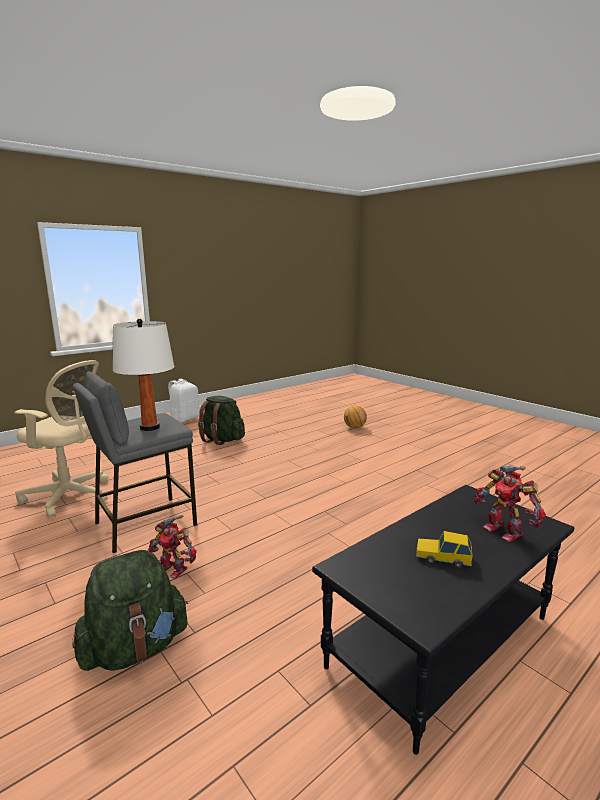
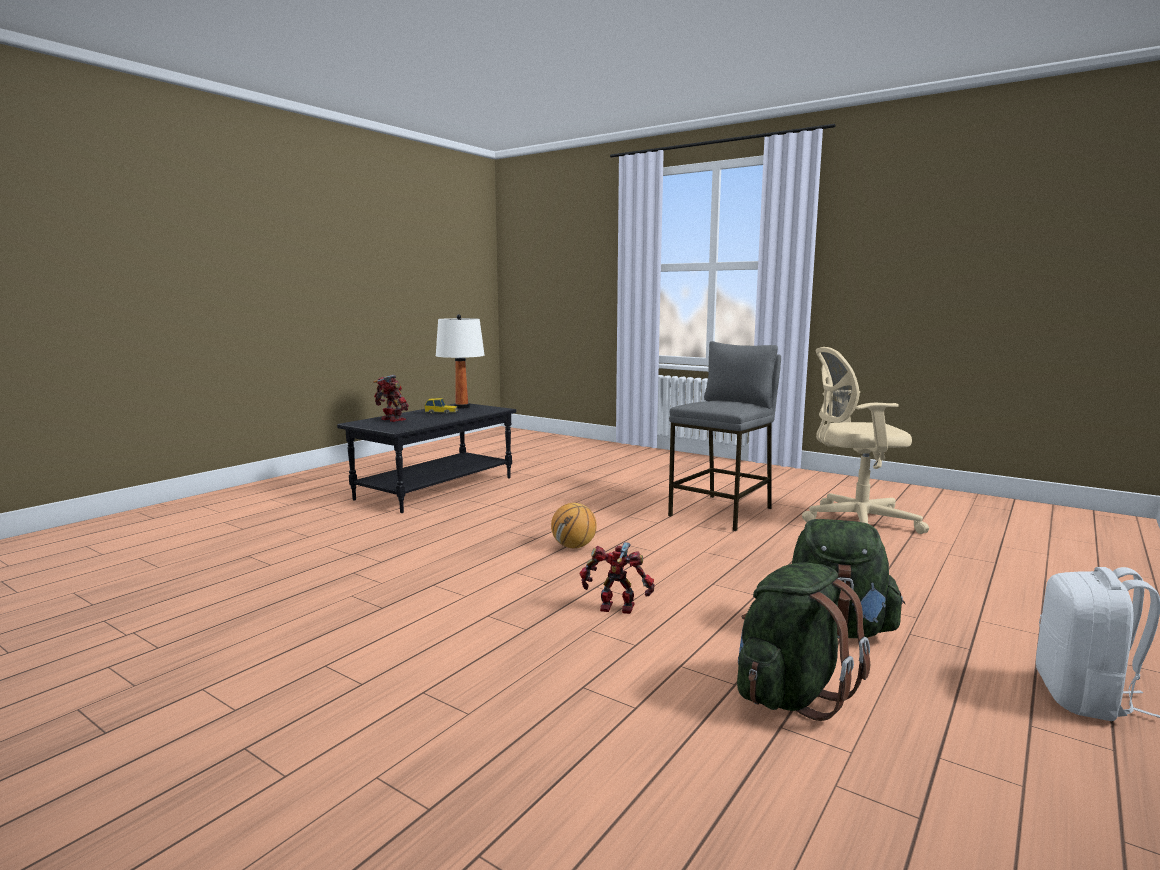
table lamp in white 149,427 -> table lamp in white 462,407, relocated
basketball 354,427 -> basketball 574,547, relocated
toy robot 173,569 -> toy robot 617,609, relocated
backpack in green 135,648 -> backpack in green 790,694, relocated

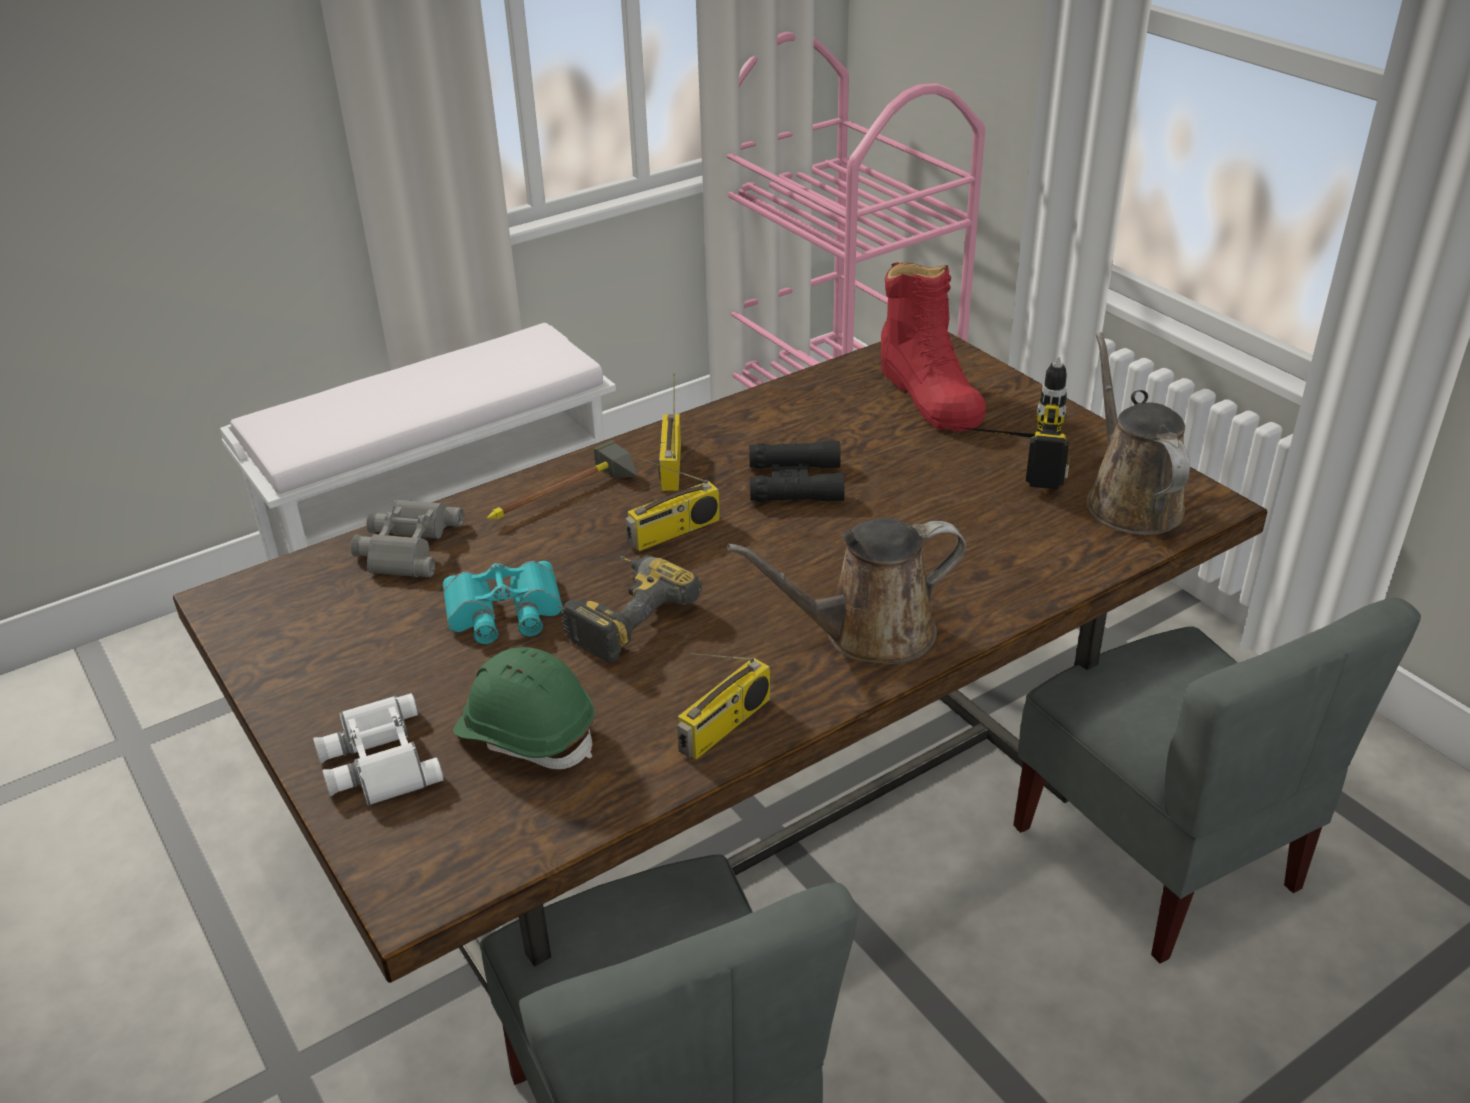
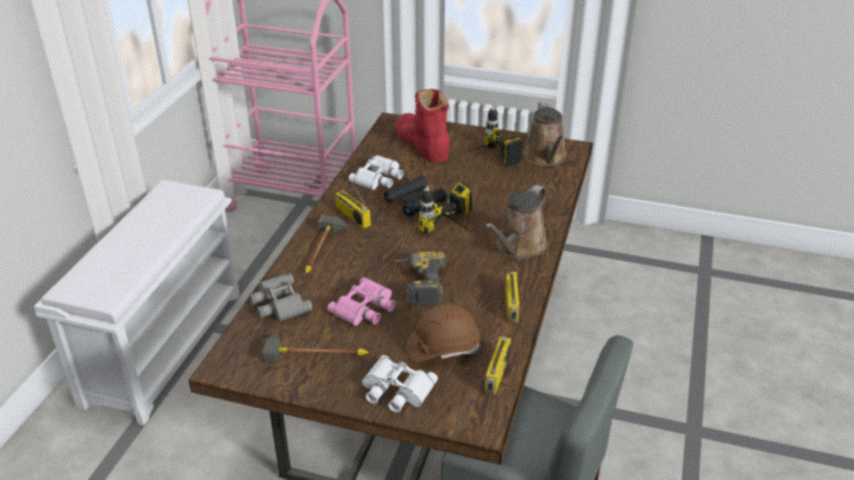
none -> hammer 318,351
binoculars in turquoise 503,612 -> binoculars in pink 365,308
none -> binoculars in white 379,178
boot in red 929,395 -> boot in red 421,144, 150 degrees counterclockwise
hard hat in green 526,734 -> hard hat in brown 442,347
none -> power drill 456,231
radio 674,532 -> radio 498,374, relocated
watering can in brown 1129,501 -> watering can in brown 546,157, 135 degrees counterclockwise
chair in grey 1159,857 -> none

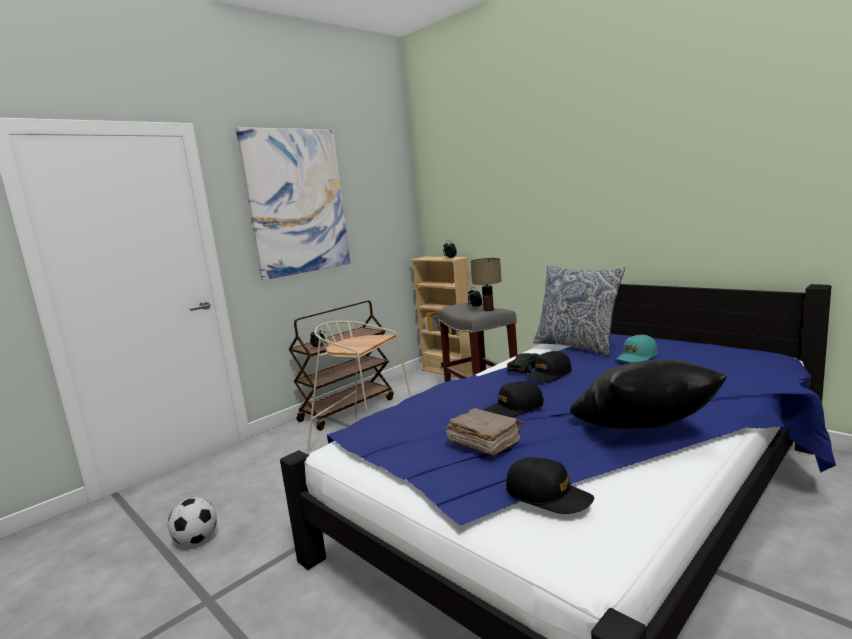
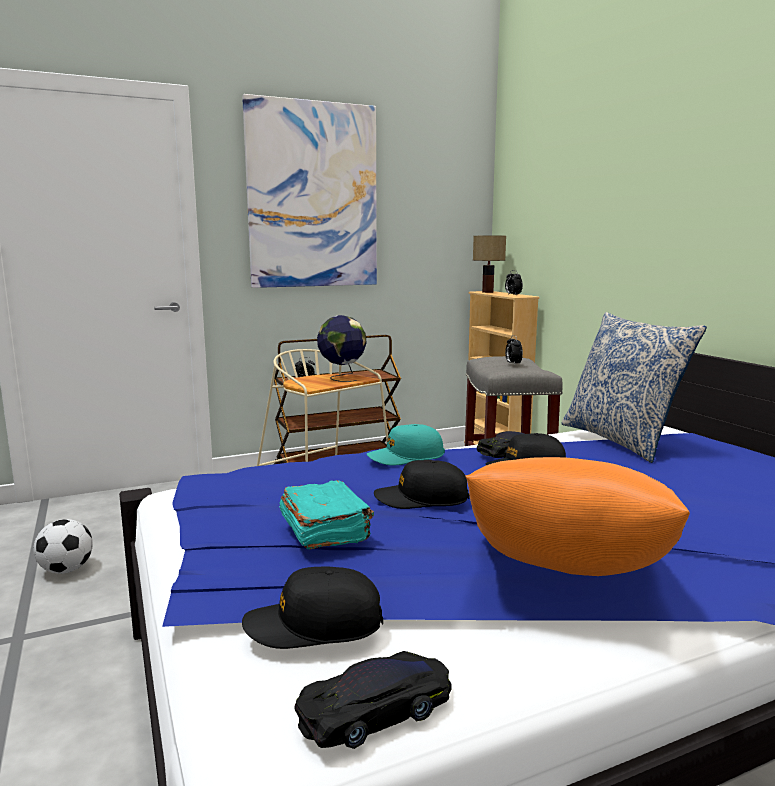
cap in black 548,496 -> cap in black 314,625, 120 degrees clockwise
book in brown 483,442 -> book in turquoise 325,530
none -> toy car in black 377,709
none -> globe 342,377
cap in turquoise 637,357 -> cap in turquoise 406,457, relocated
pillow in black 643,433 -> pillow in orange 563,580
table lamp 489,310 -> table lamp 488,292, relocated

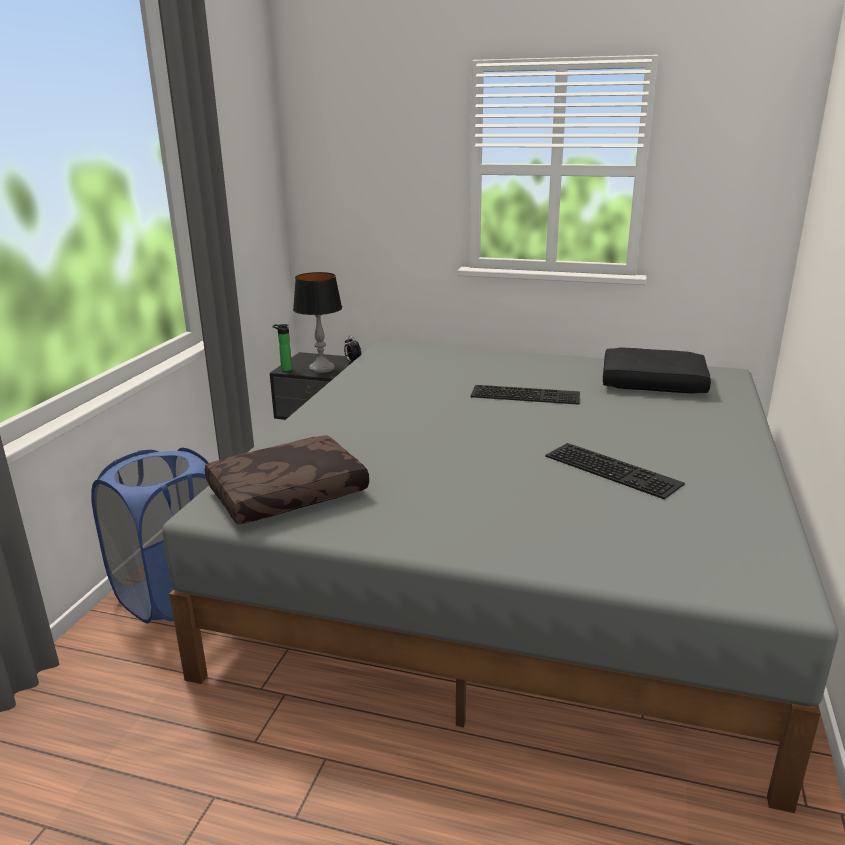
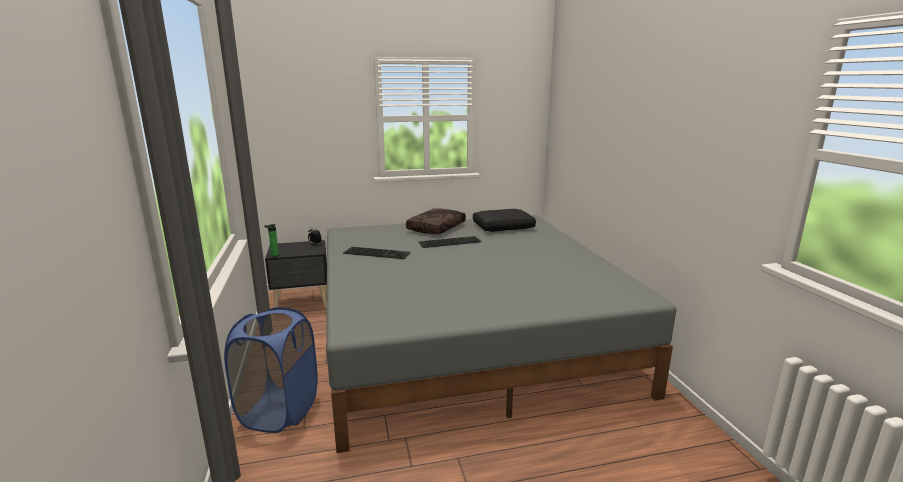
keyboard 614,469 -> keyboard 378,252, relocated
pillow in brown 287,495 -> pillow in brown 437,228, relocated
table lamp 321,368 -> none

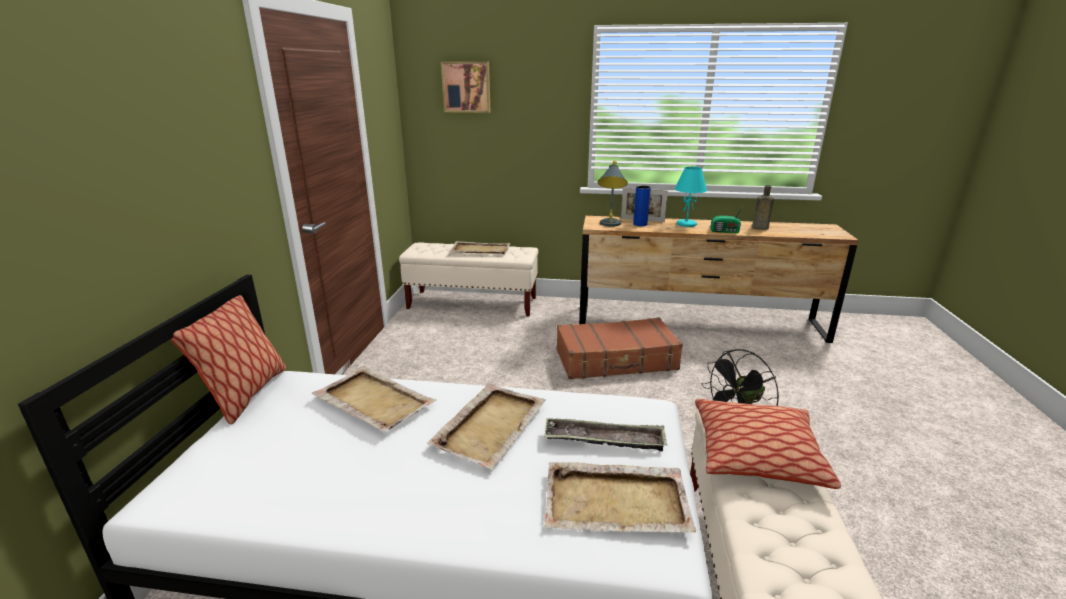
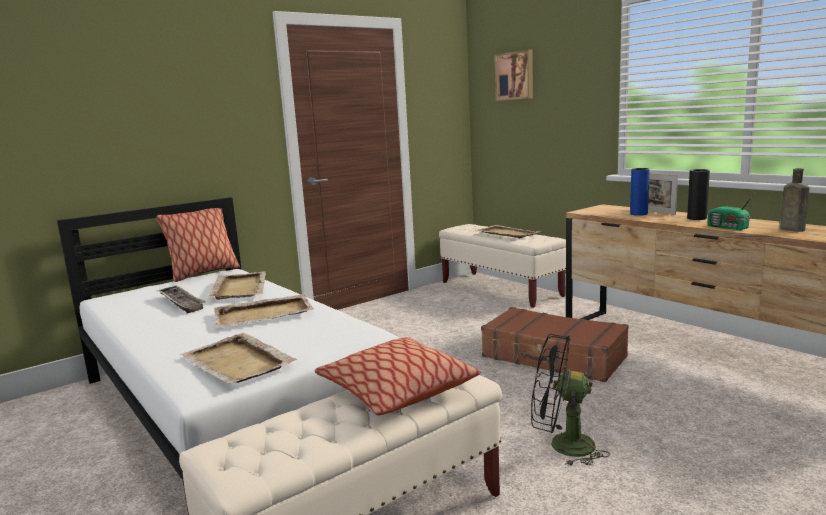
tray 604,440 -> tray 181,303, relocated
table lamp in turquoise 686,224 -> vase in black 696,218
table lamp in grey 609,225 -> none

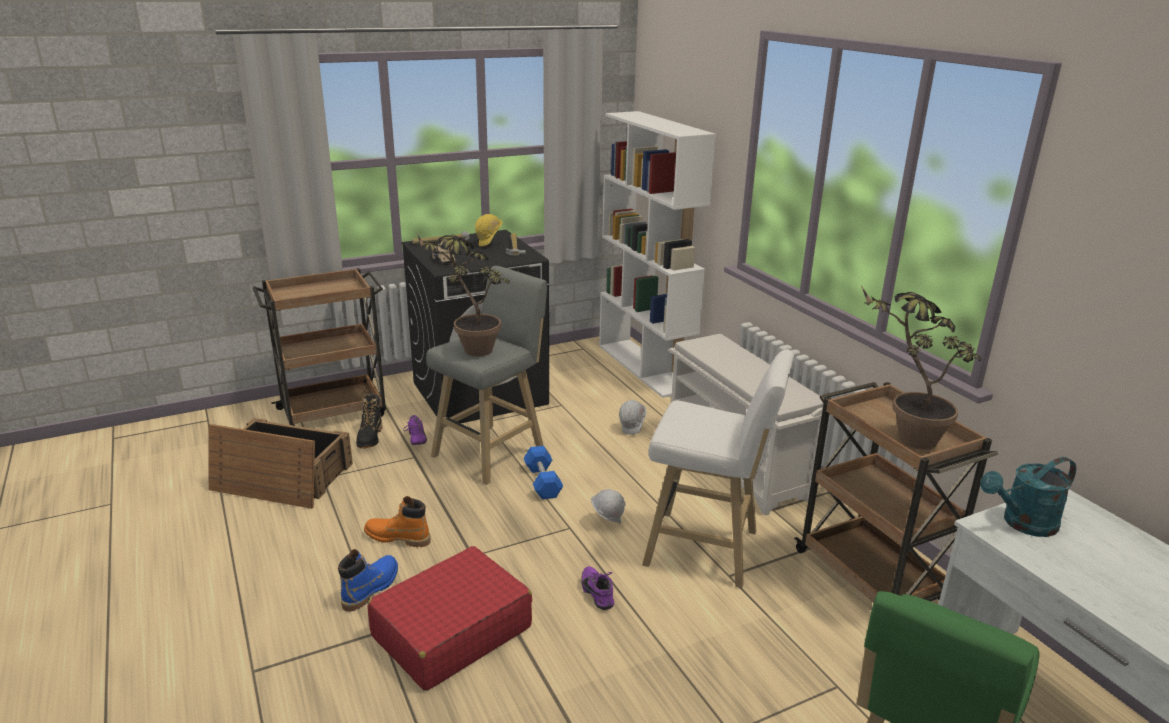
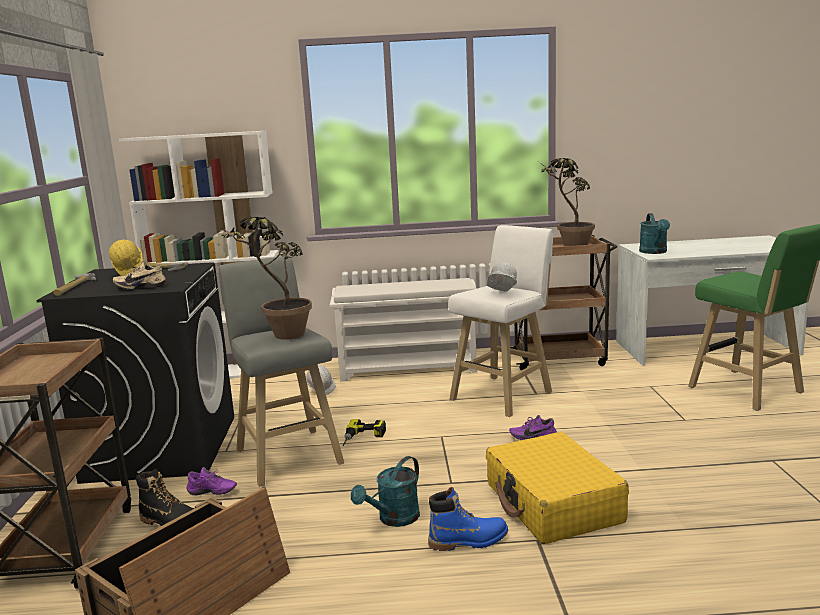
dumbbell in blue 542,482 -> power drill 363,438
boot in orange 397,538 -> watering can in turquoise 393,519
boot in blue 371,588 -> boot in blue 468,541, 120 degrees clockwise
suitcase in red 451,632 -> suitcase in yellow 553,503
hard hat in white 607,521 -> hard hat in white 501,294, relocated

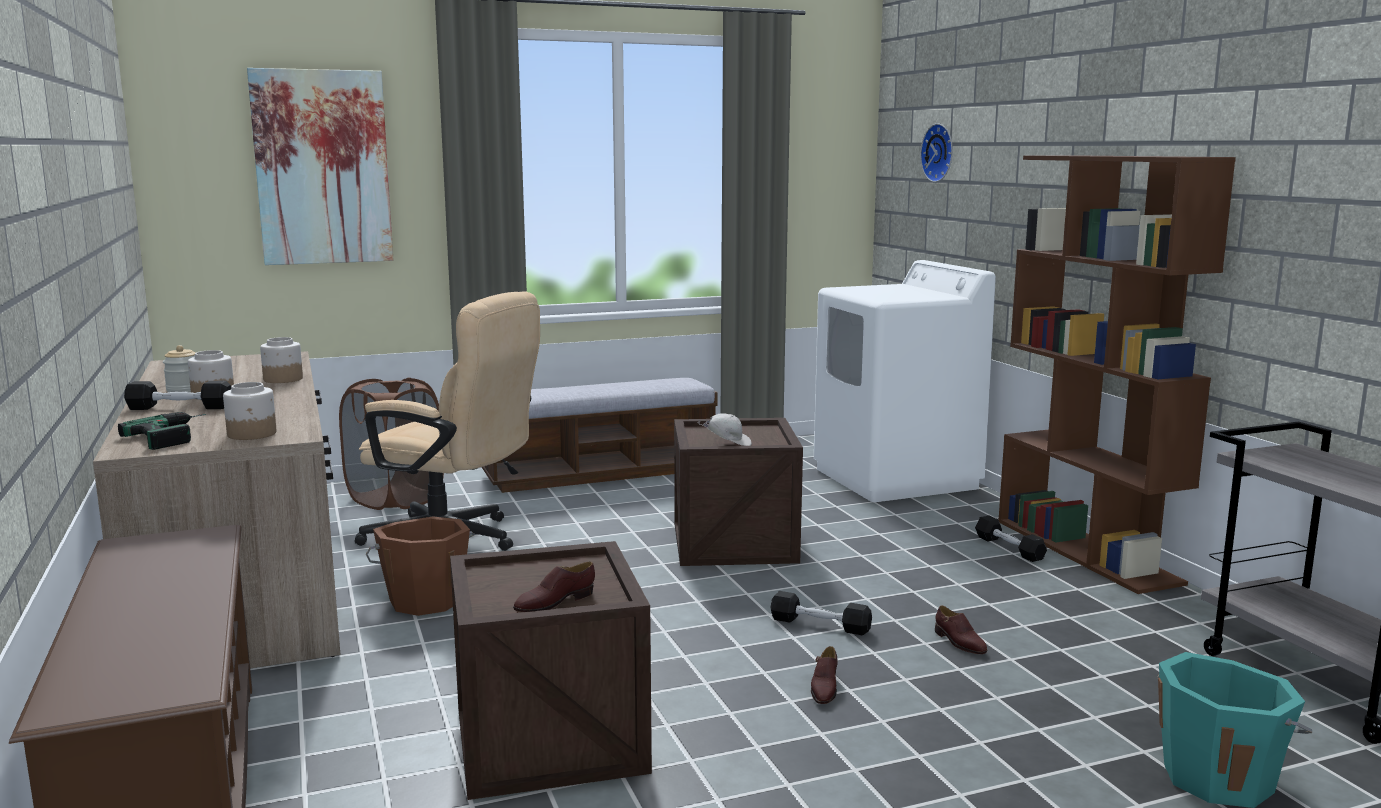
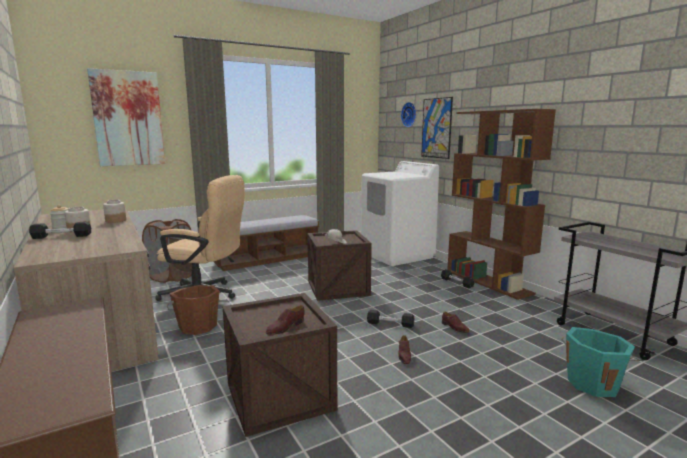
none -> picture 436,128
power drill 177,435 -> none
jar 252,434 -> none

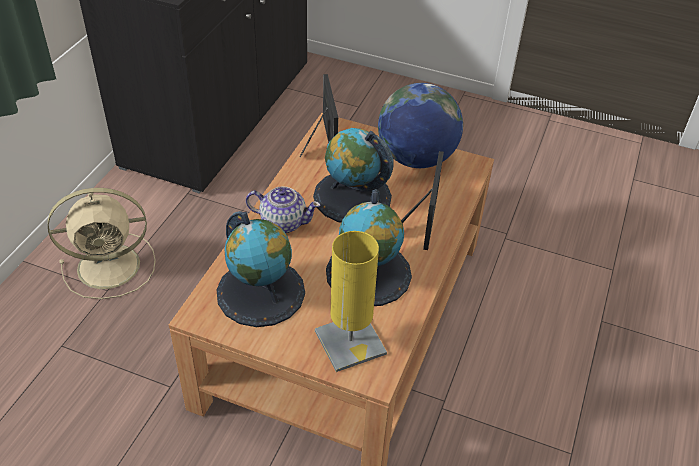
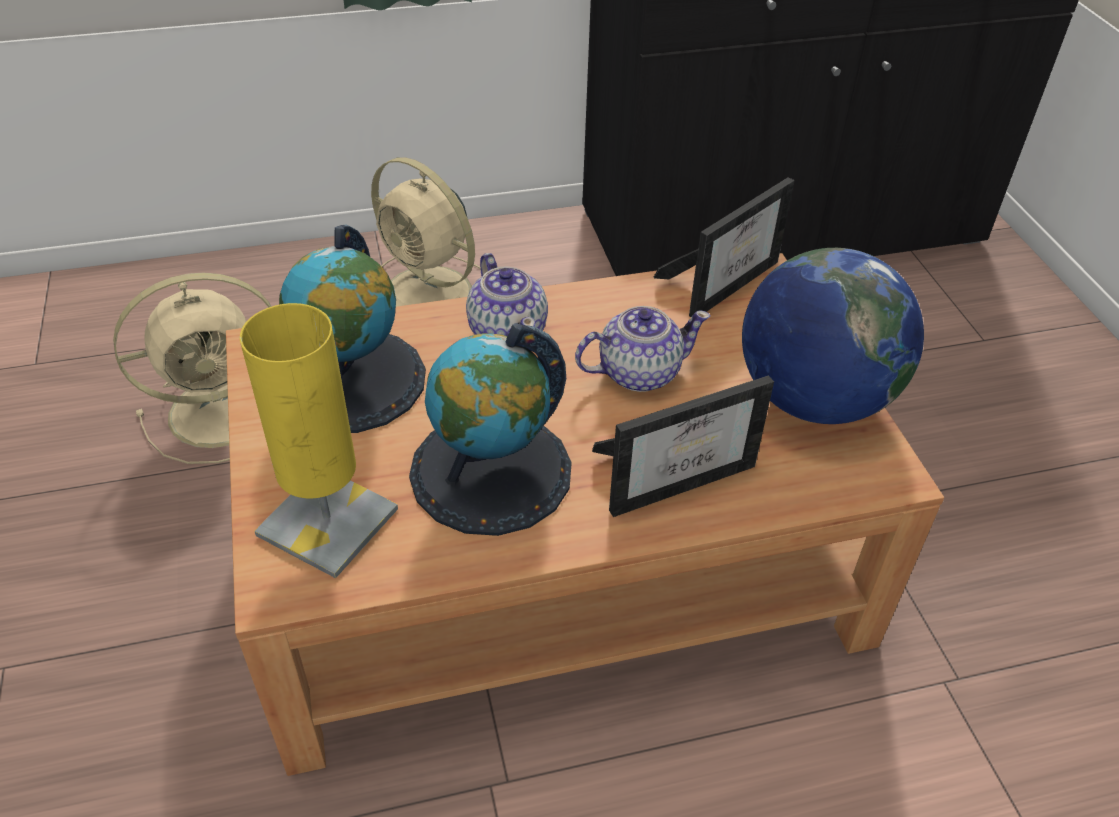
none -> fan in beige 225,410
globe 352,197 -> teapot 638,372

